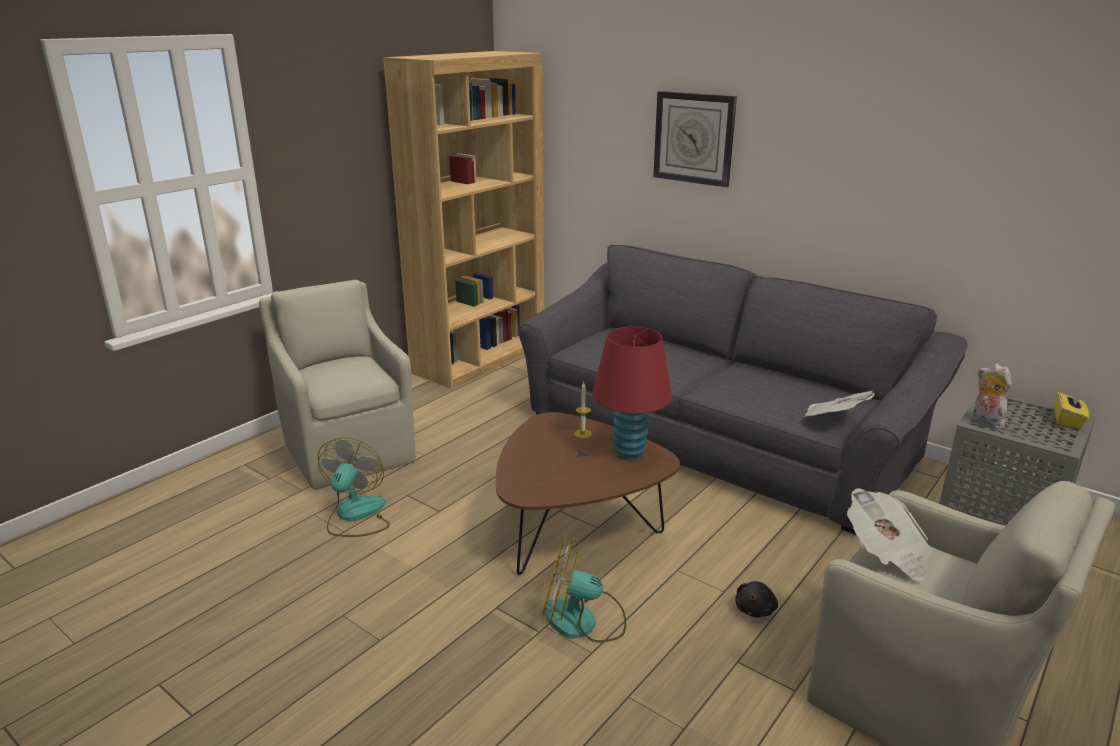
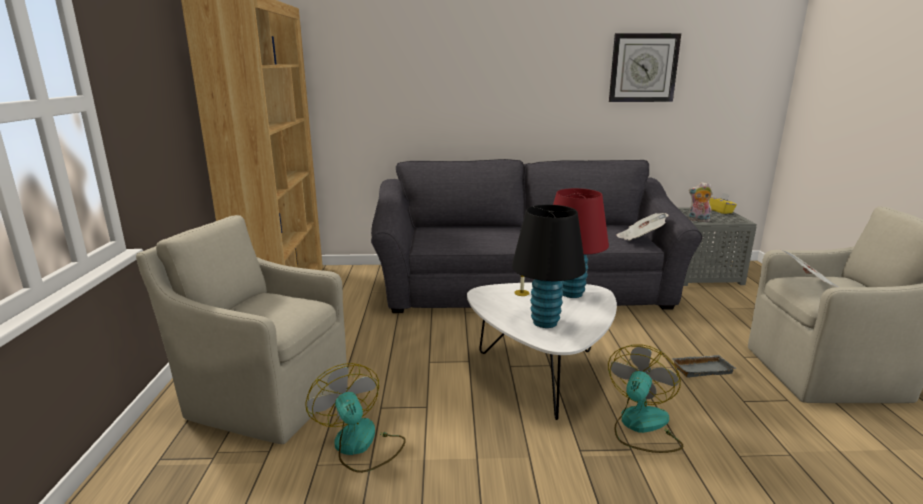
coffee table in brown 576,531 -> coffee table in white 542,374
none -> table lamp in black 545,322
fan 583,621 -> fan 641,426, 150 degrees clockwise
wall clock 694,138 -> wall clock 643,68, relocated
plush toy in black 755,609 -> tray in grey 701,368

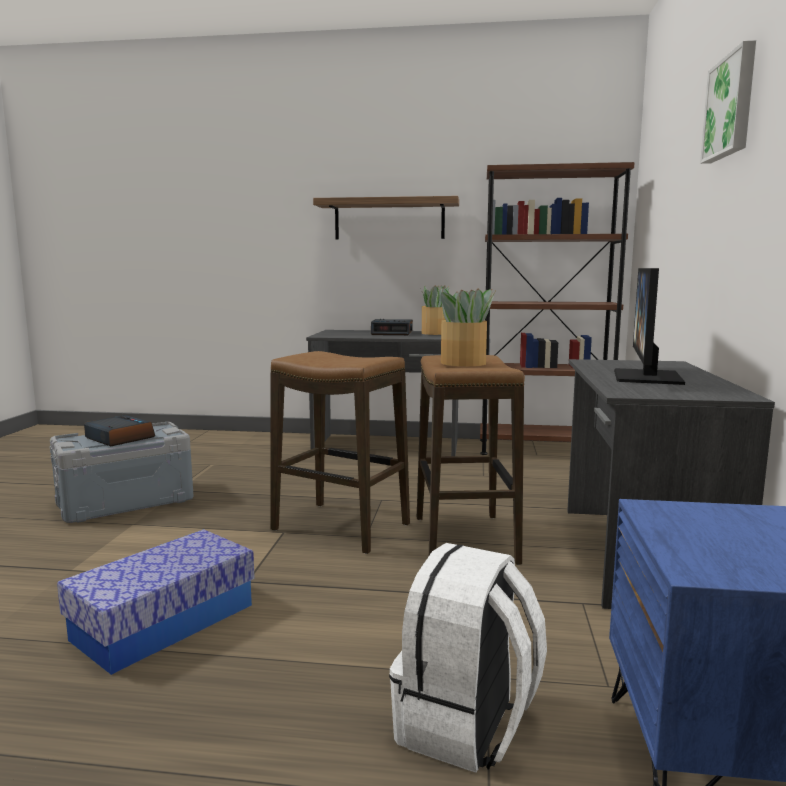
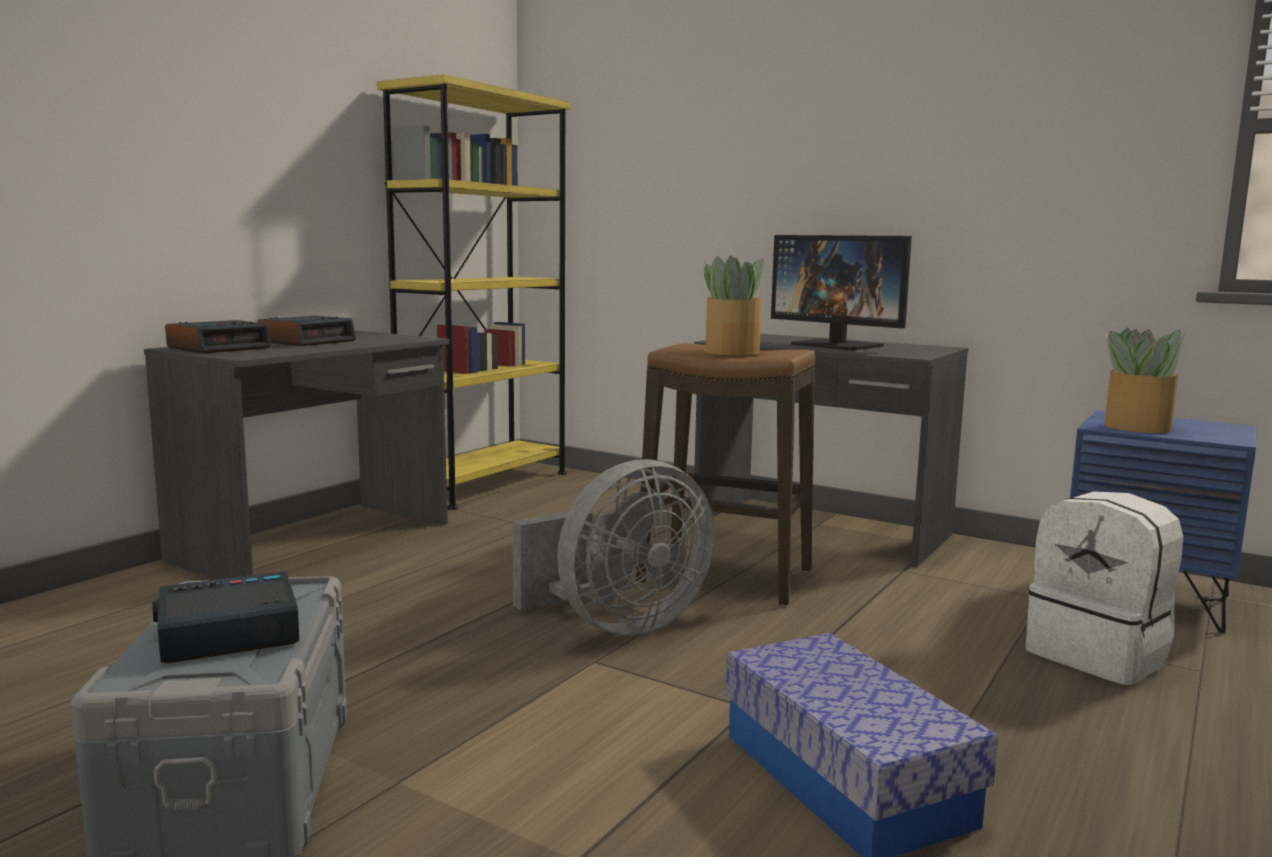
none -> alarm clock 219,347
bookcase in brown 543,449 -> bookcase in yellow 484,484
stool 341,527 -> fan in grey 618,625
potted plant 434,333 -> potted plant 1135,427, relocated
shelf 389,219 -> none
picture 731,107 -> none

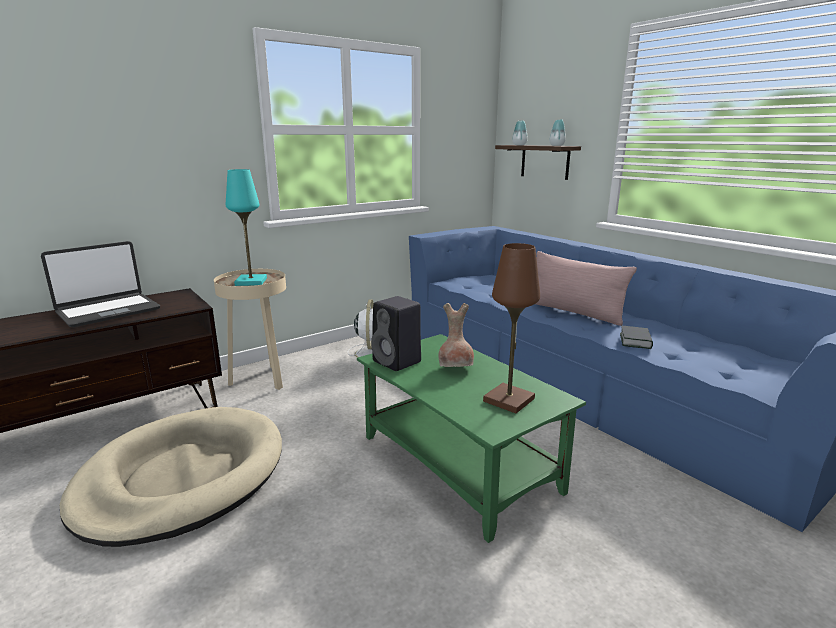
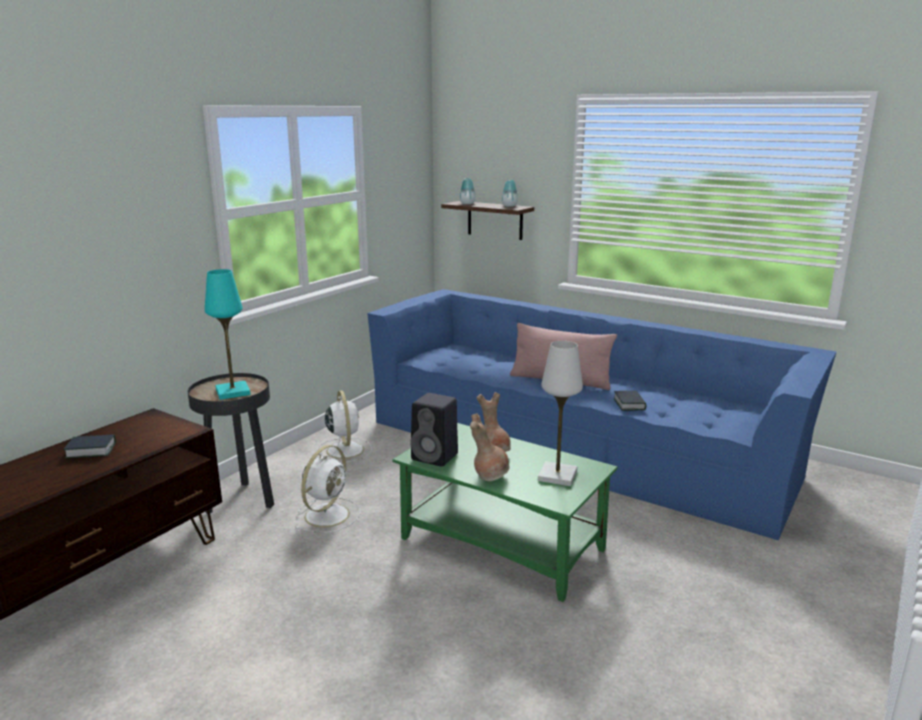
laptop 108,311 -> book 91,450
side table in beige 262,380 -> side table in black 242,501
none -> fan in white 328,514
none -> vase in brown 489,475
table lamp in brown 508,400 -> table lamp in white 557,475
dog bed in beige 182,477 -> none

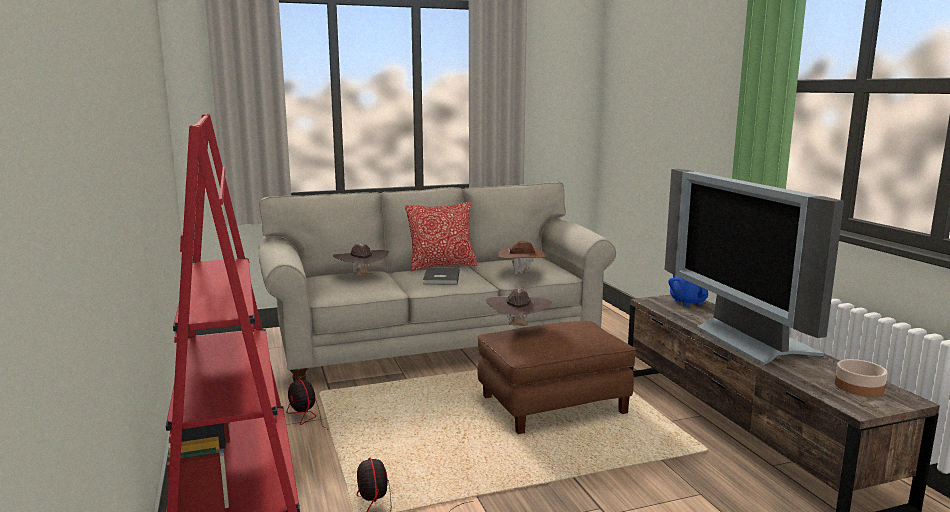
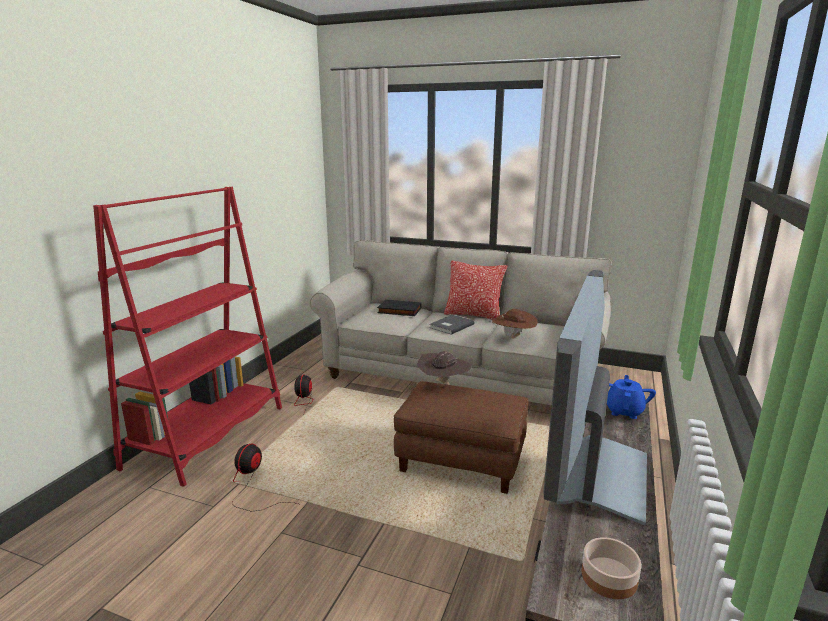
hat in brown 362,276 -> book in black 399,311

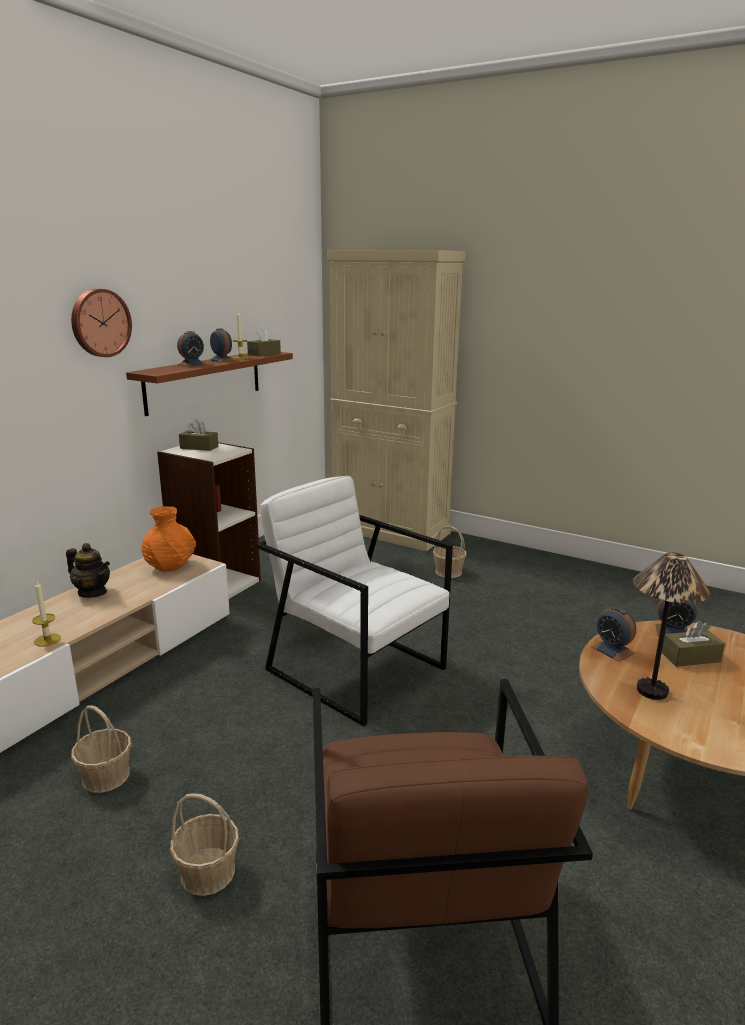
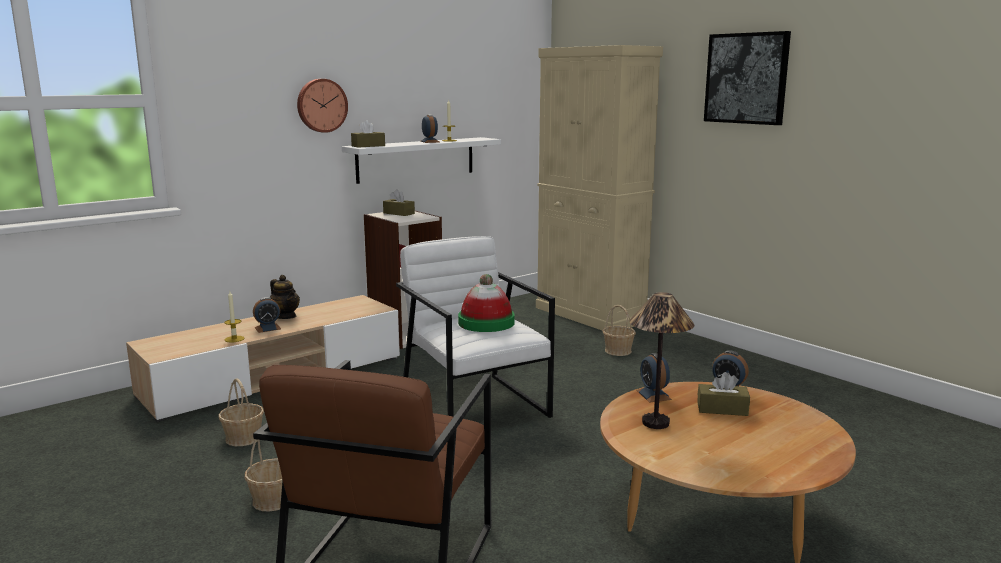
alarm clock 192,364 -> alarm clock 268,328, relocated
shelf in brown 204,381 -> shelf in white 416,159
tissue box in brown 264,354 -> tissue box in brown 368,146, relocated
none -> hat 486,322
none -> picture 746,78
vase in orange 170,565 -> none

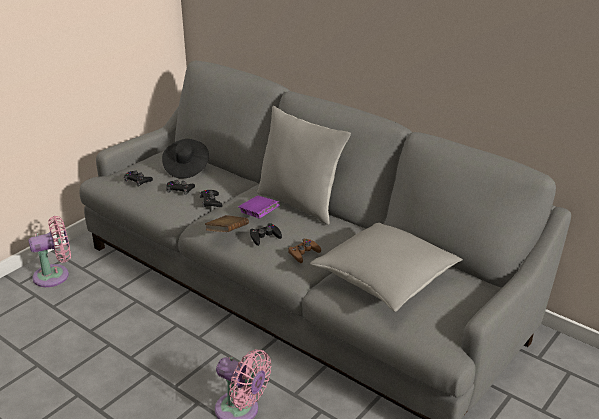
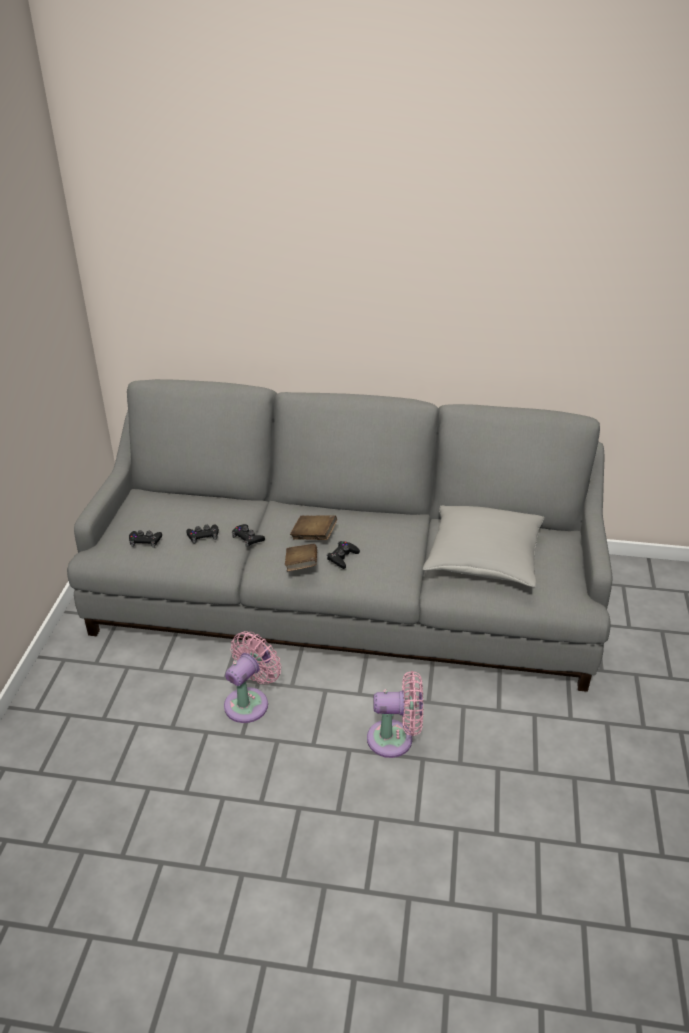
fan in pink 55,275 -> fan in pink 250,702, relocated
book in purple 259,215 -> book in brown 314,536
hat in black 186,168 -> none
pillow in grey 300,203 -> none
game controller in brown 303,253 -> none

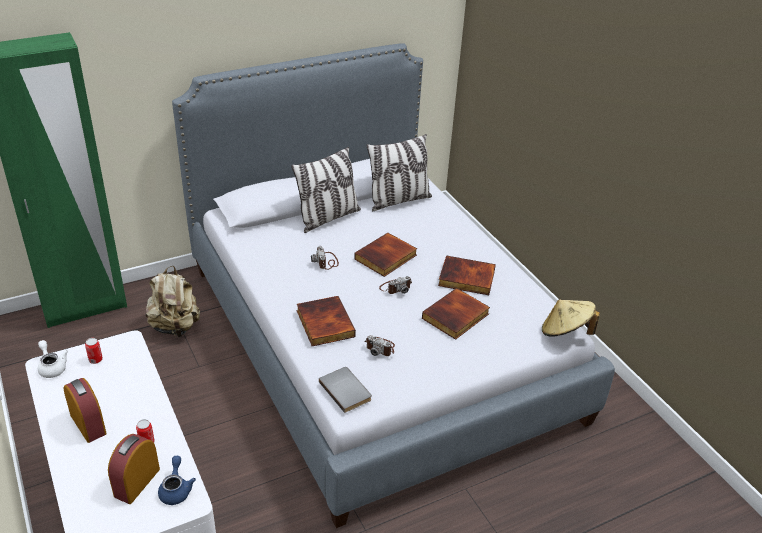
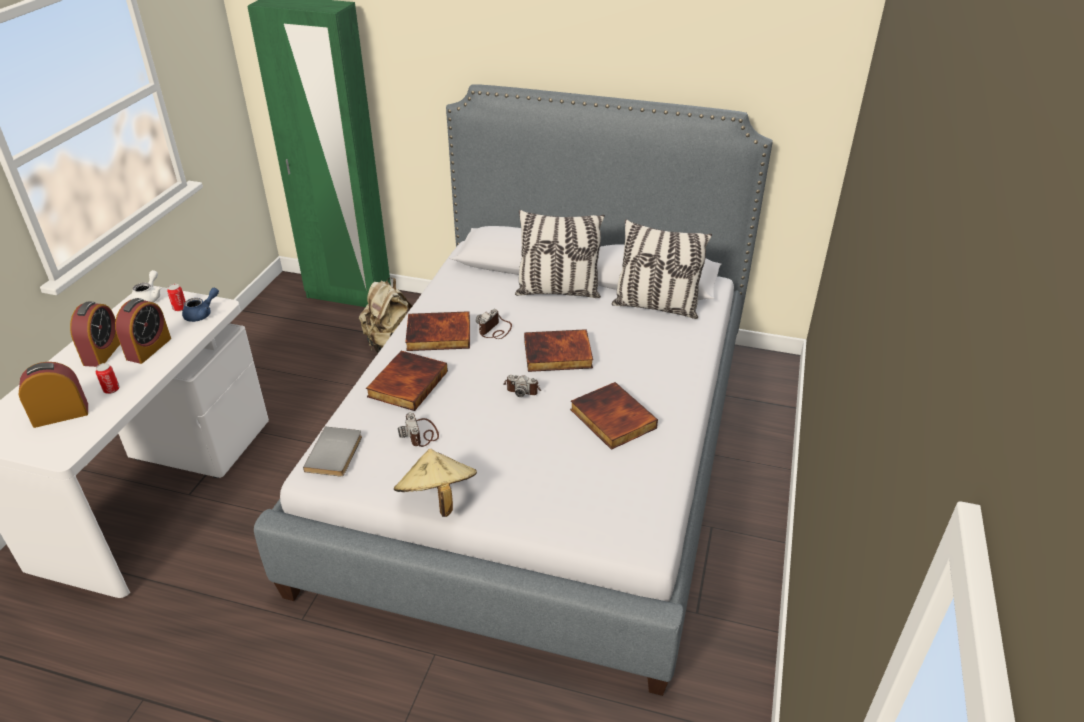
none -> alarm clock 149,349
teapot in blue 176,489 -> teapot in blue 202,314, relocated
hat in beige 565,332 -> hat in beige 437,499, relocated
book 456,317 -> book 438,335, relocated

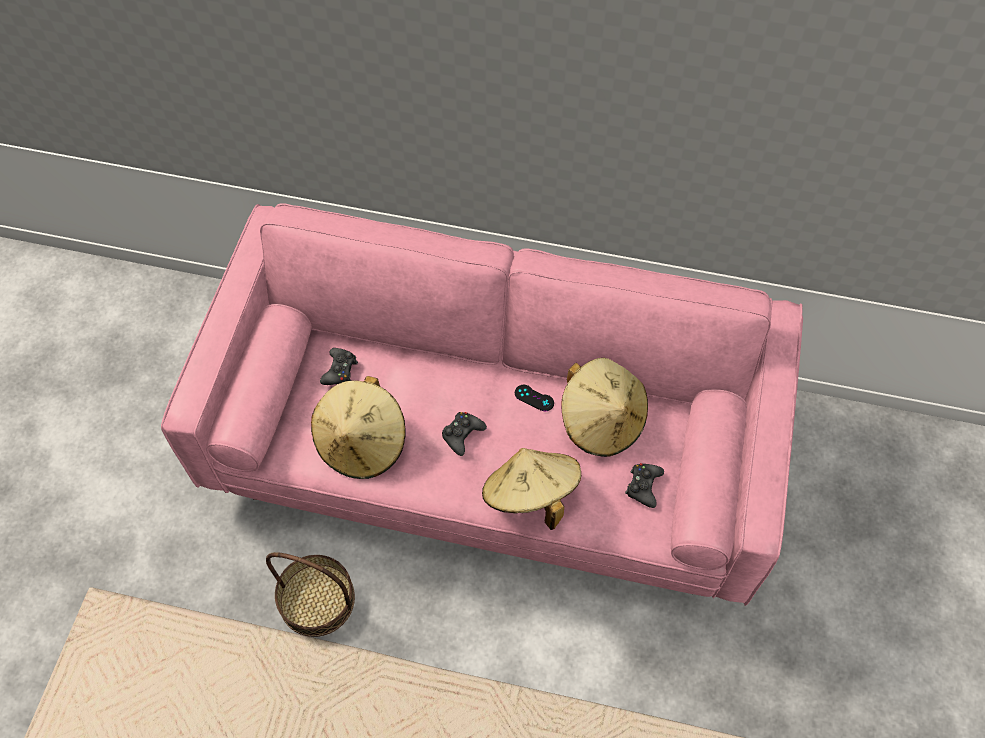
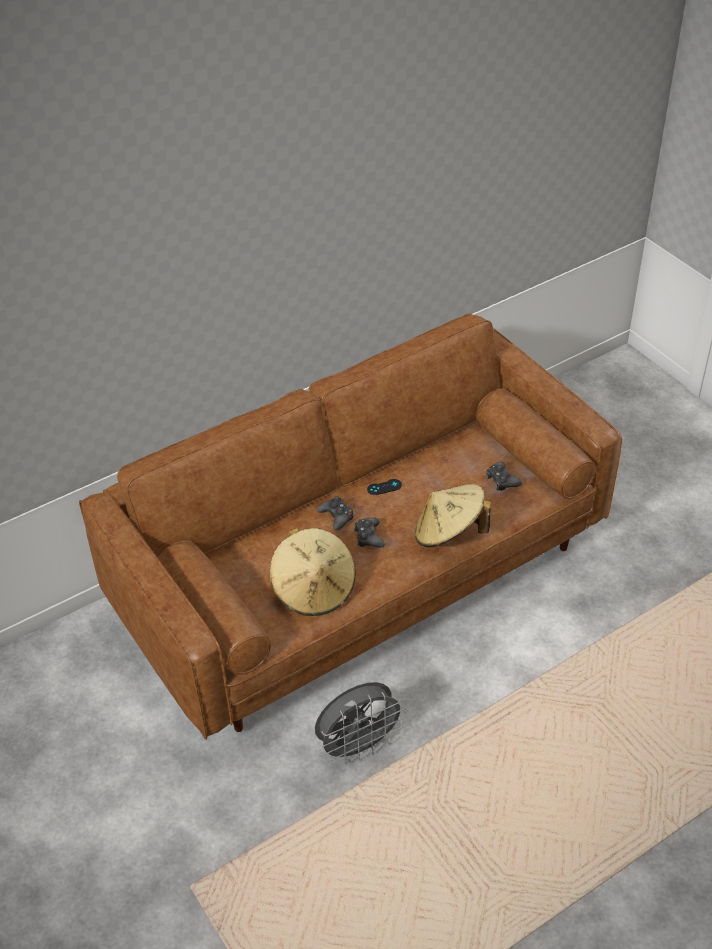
sofa in pink 492,449 -> sofa in brown 359,575
basket 317,599 -> fan in grey 359,746
game controller in black 340,370 -> game controller in black 337,516, relocated
hat in beige 602,421 -> none

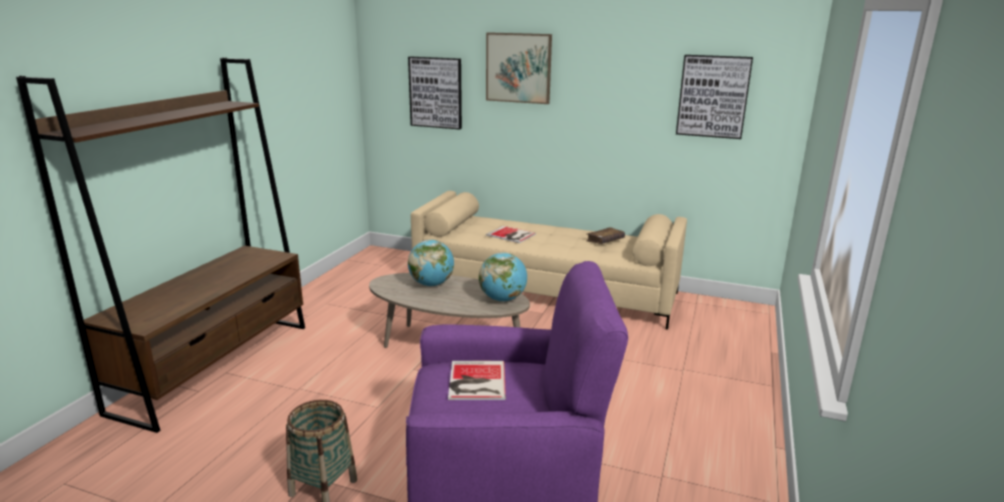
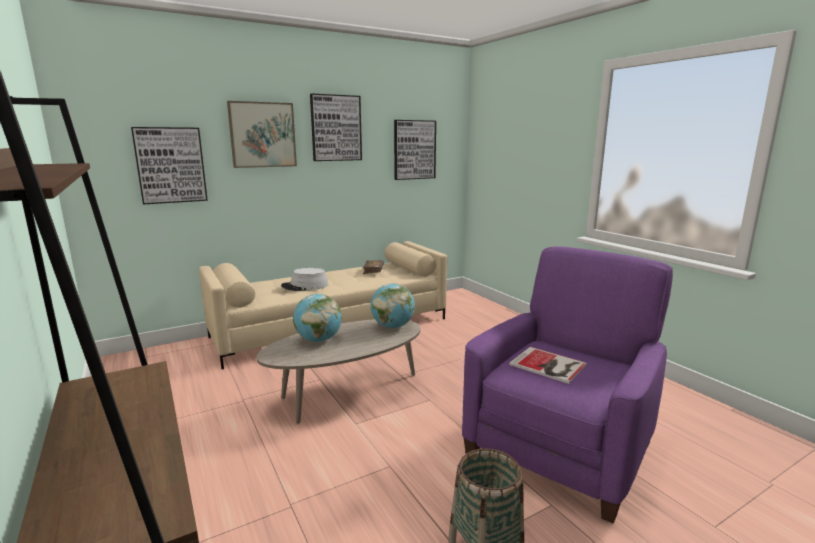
book 511,235 -> hat in grey 305,286
none -> picture 336,128

